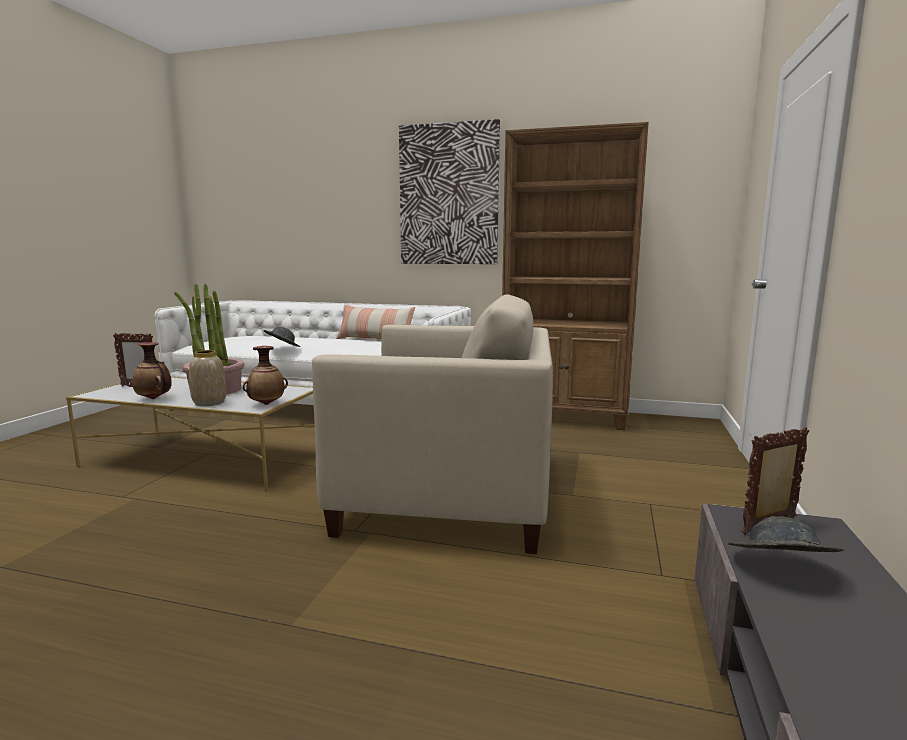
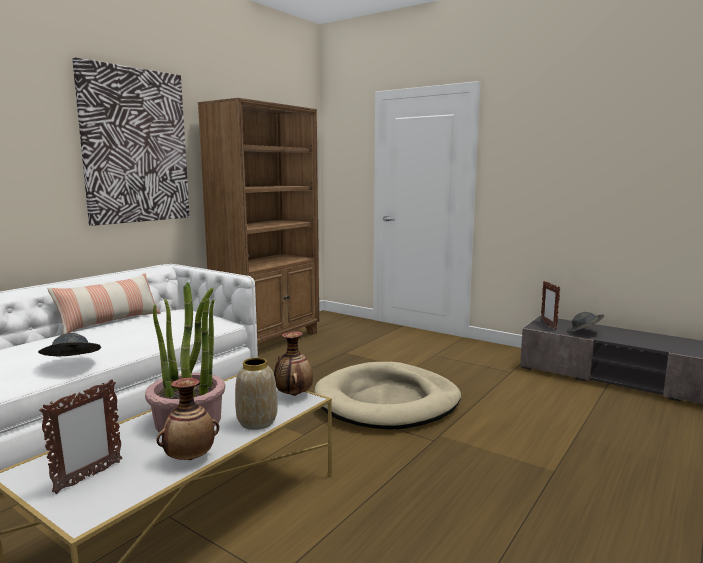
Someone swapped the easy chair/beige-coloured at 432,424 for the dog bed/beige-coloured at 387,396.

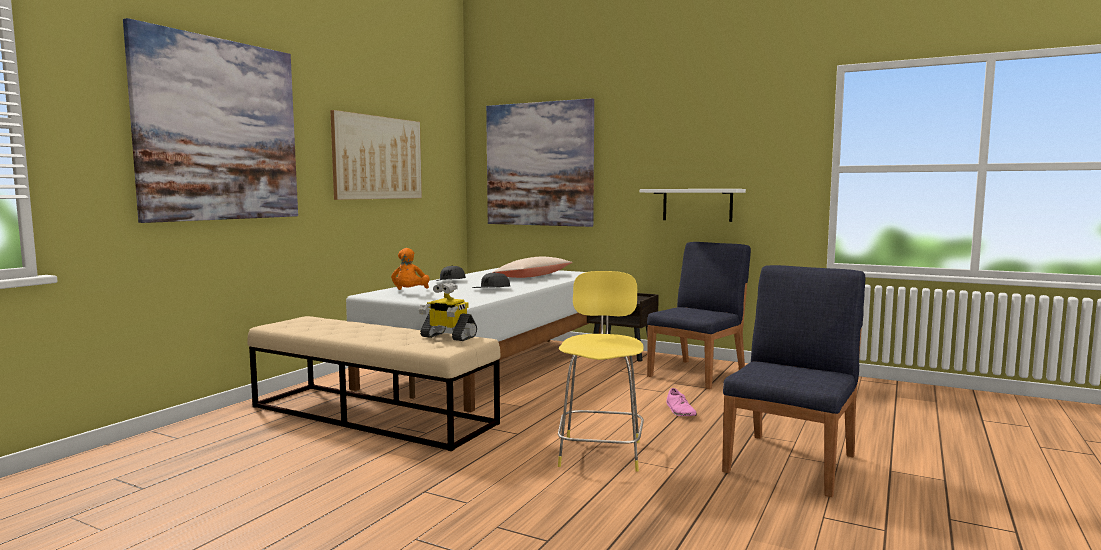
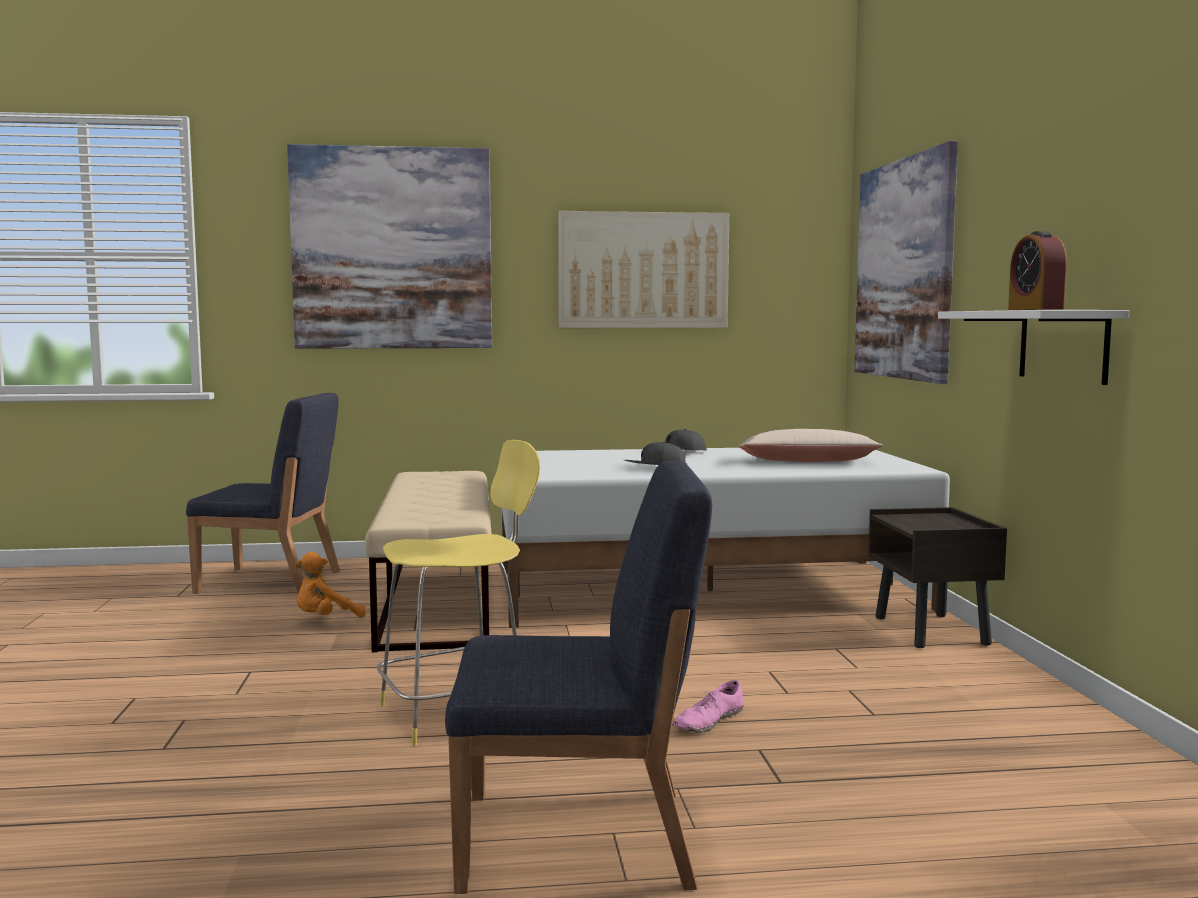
Someone carried the upright chair/blue-coloured from 699,315 to 263,493. Someone carried the cuddly toy/orangey from 410,269 to 330,585. Someone took away the model robot at 448,312. Someone put down the table clock at 1037,270.

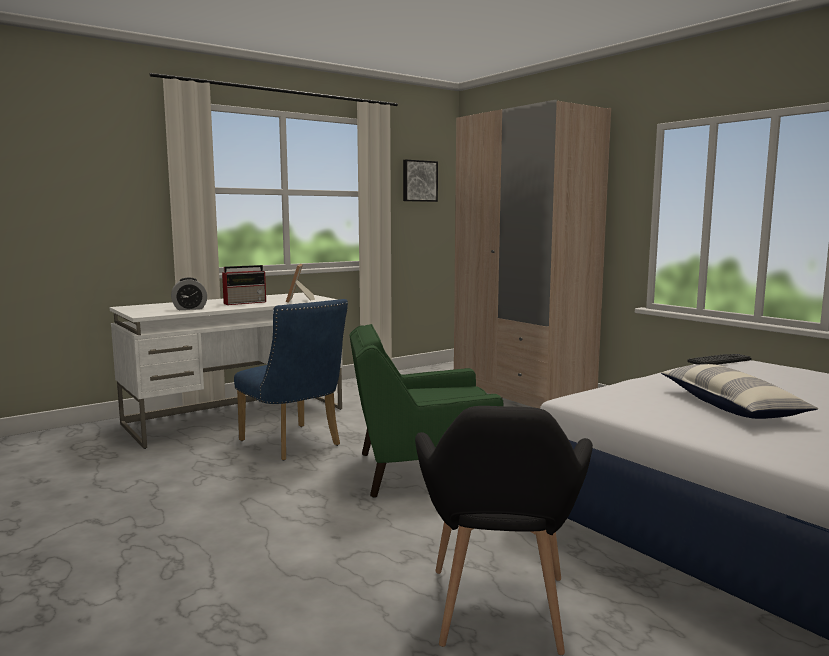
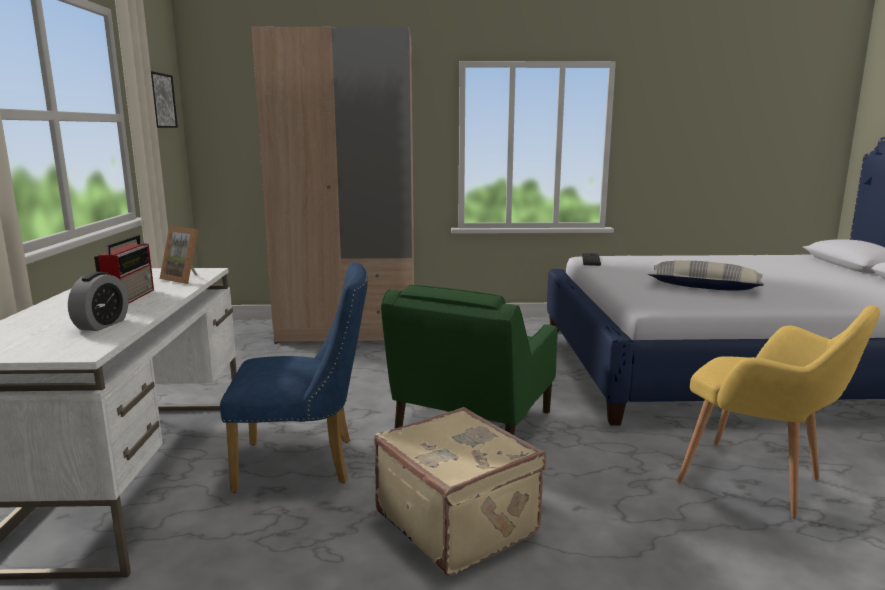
Someone repainted the easy chair/blackish at 504,530, which became the easy chair/yellow at 778,411. Someone put down the travel case/beige-coloured at 460,491.

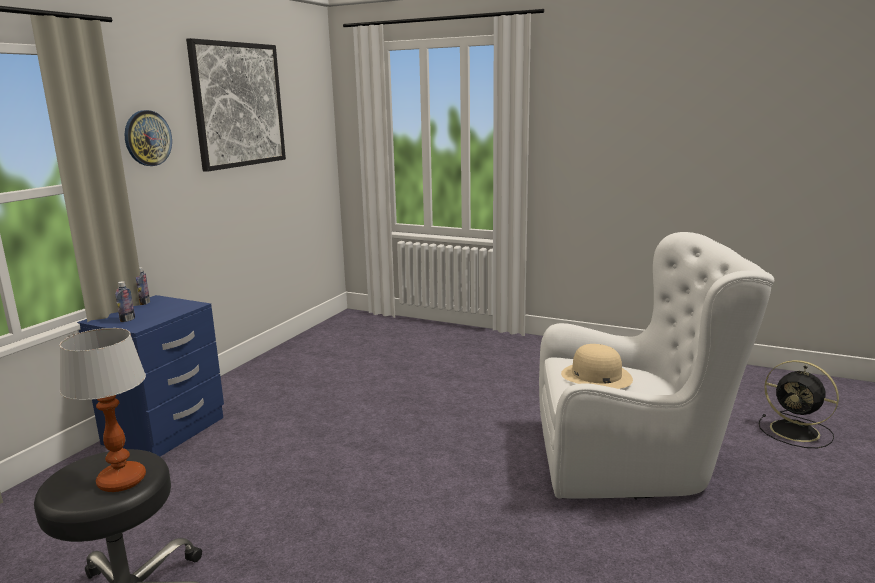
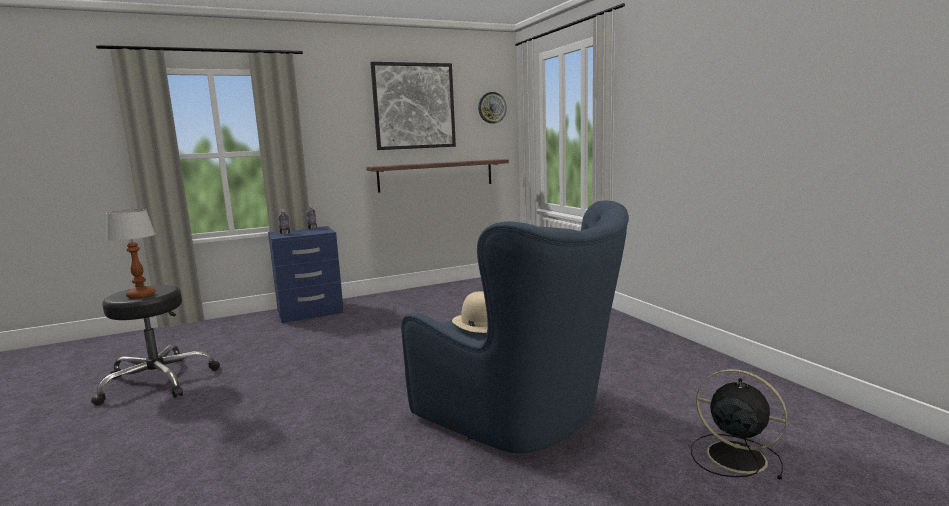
Someone carried the wall clock from 148,138 to 492,108. Someone repainted the easy chair/white at 656,366, which became the easy chair/blue-coloured at 515,326. Someone rotated the cooling fan/blackish at 799,404 by 135 degrees clockwise. Someone put up the shelf at 437,176.

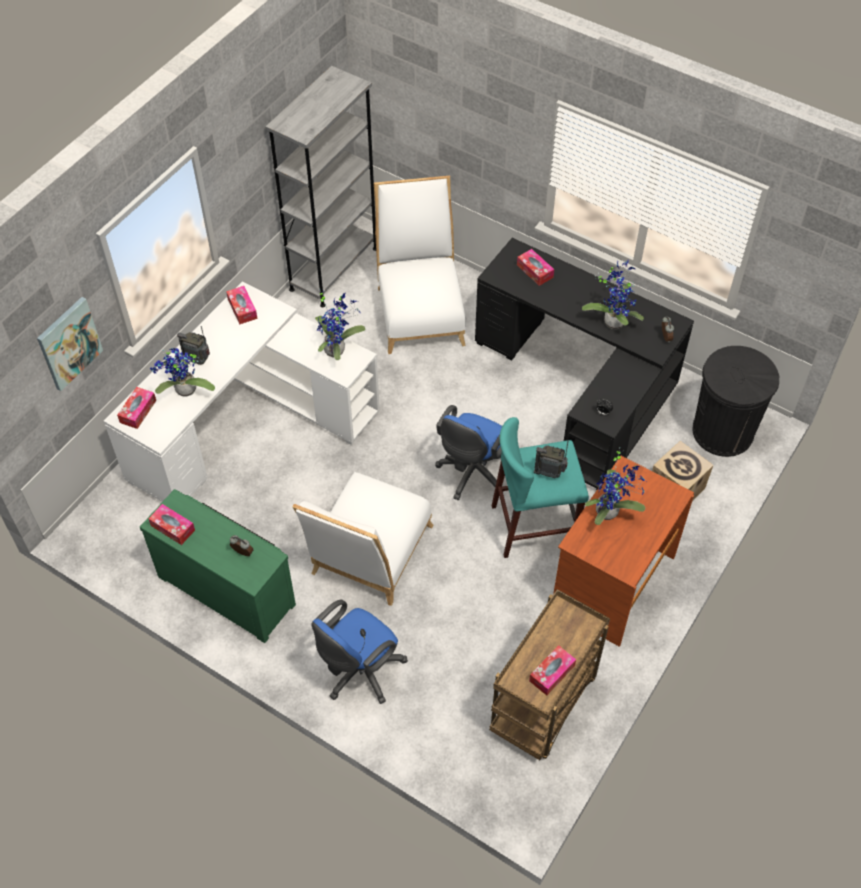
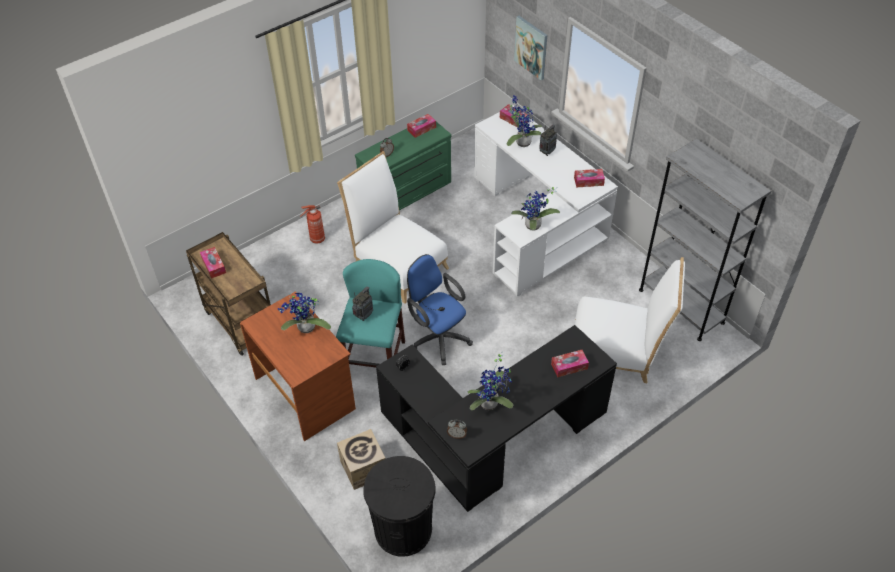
Someone swapped the computer chair/blue-coloured at 359,652 for the fire extinguisher at 312,224.

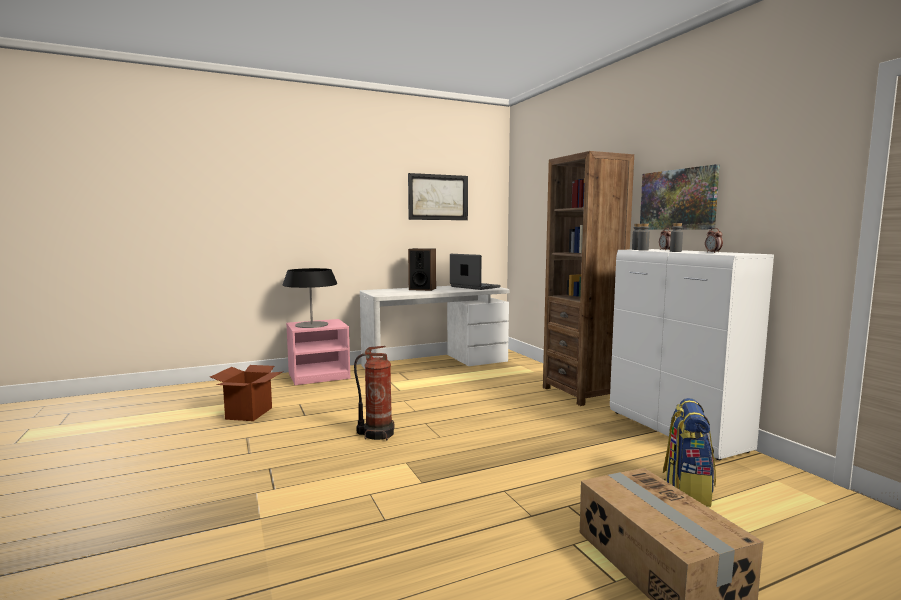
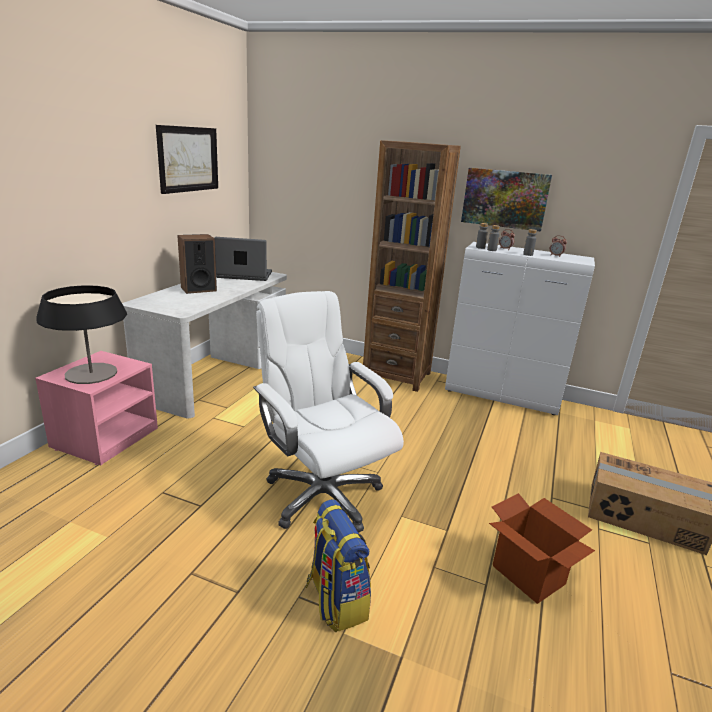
Someone swapped the fire extinguisher at 374,393 for the computer chair/white at 328,412. Someone carried the packing box from 246,393 to 542,548. Someone carried the rucksack from 689,452 to 338,565.

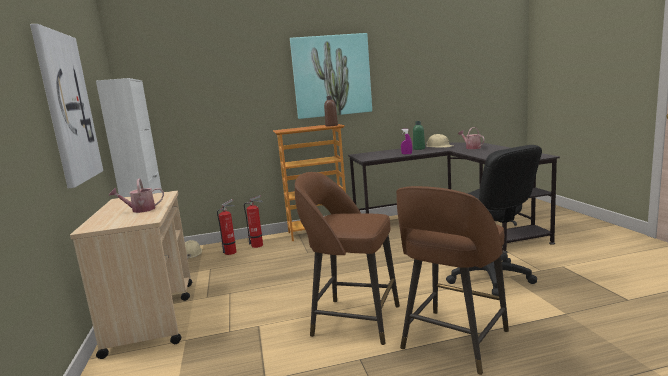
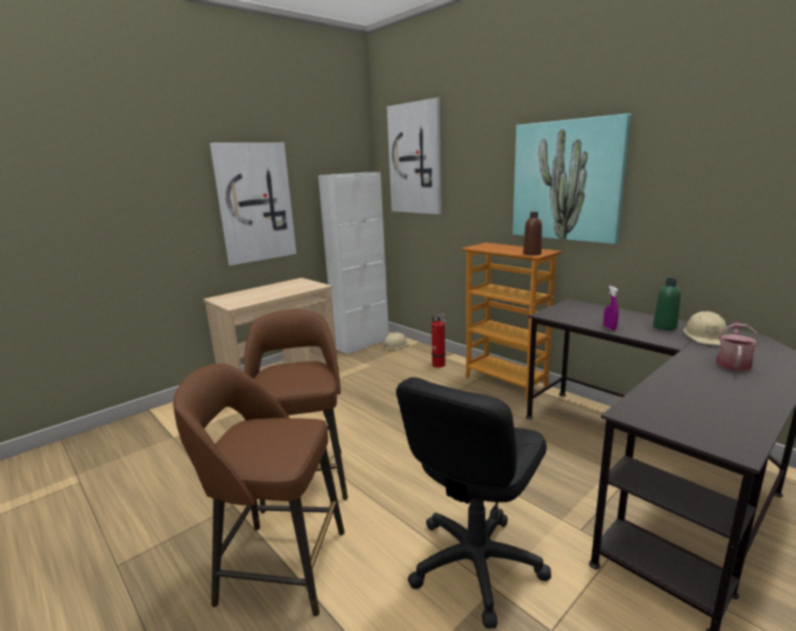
Someone took away the sprinkling can at 136,195. Someone took away the fire extinguisher at 227,227. Someone put up the wall picture at 414,156.

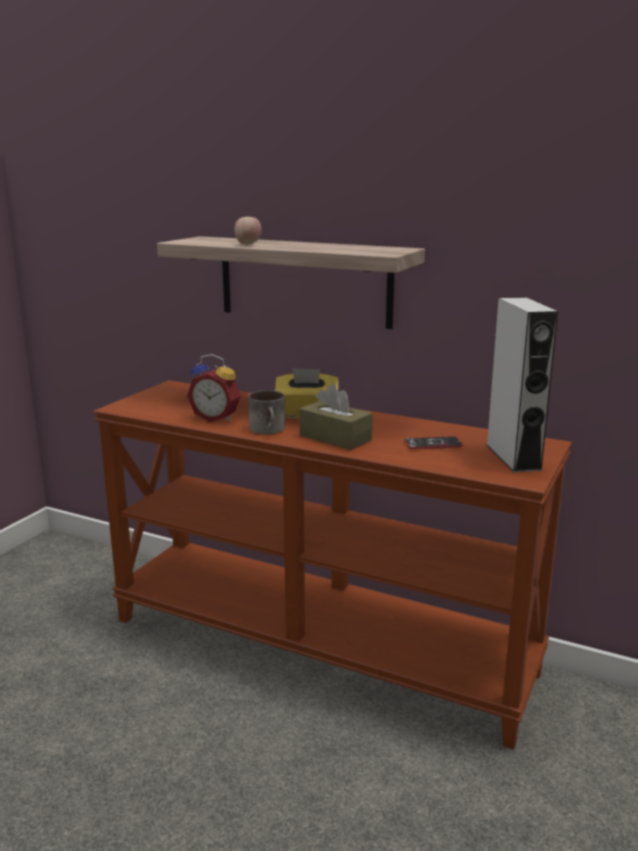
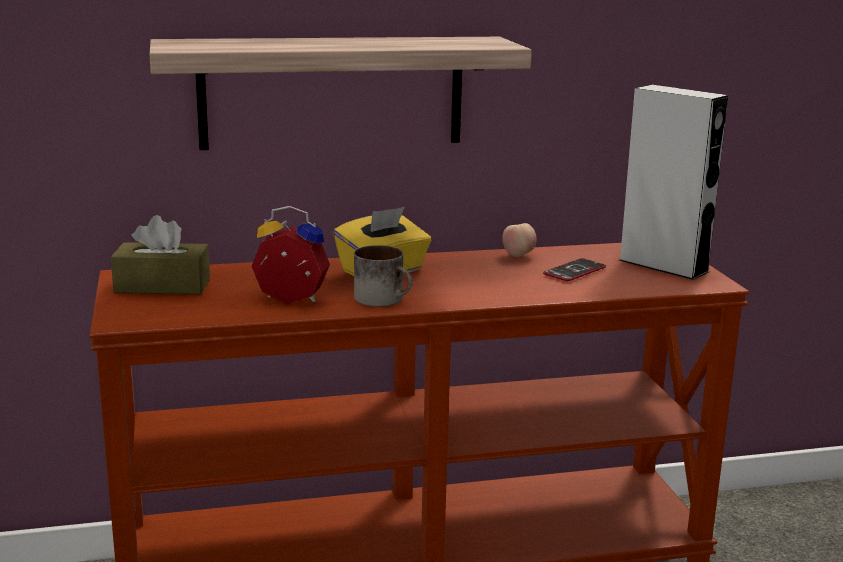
Someone carried the apple from 248,231 to 519,240. Someone rotated the table clock at 214,388 by 150 degrees counterclockwise. Someone carried the box of tissues/brown from 336,417 to 160,254.

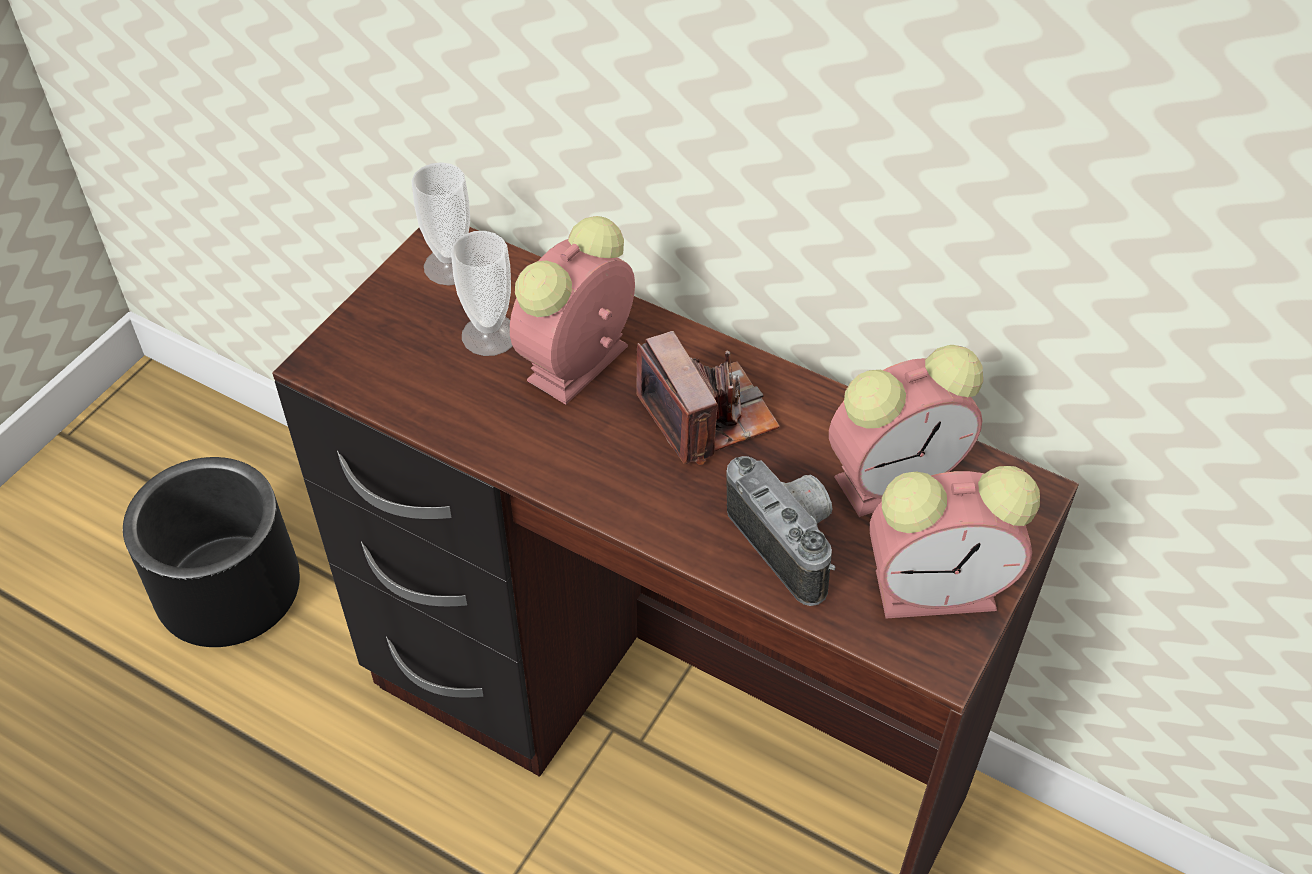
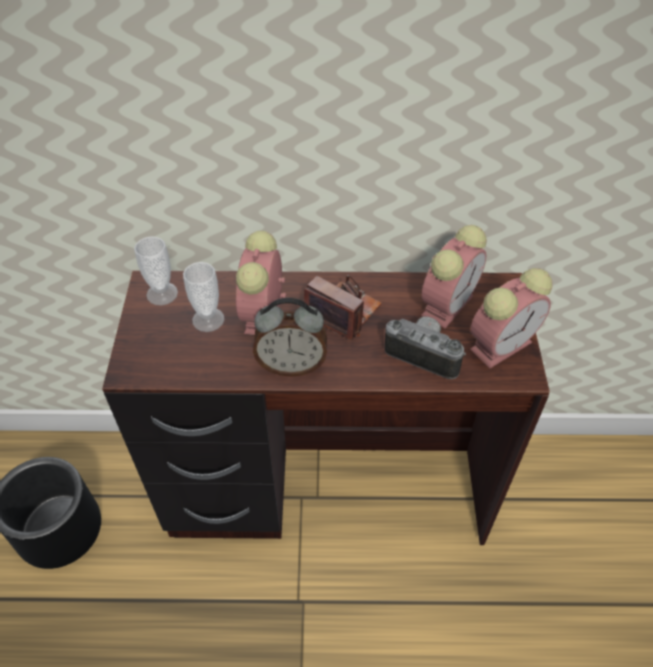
Someone put down the table clock at 290,337.

